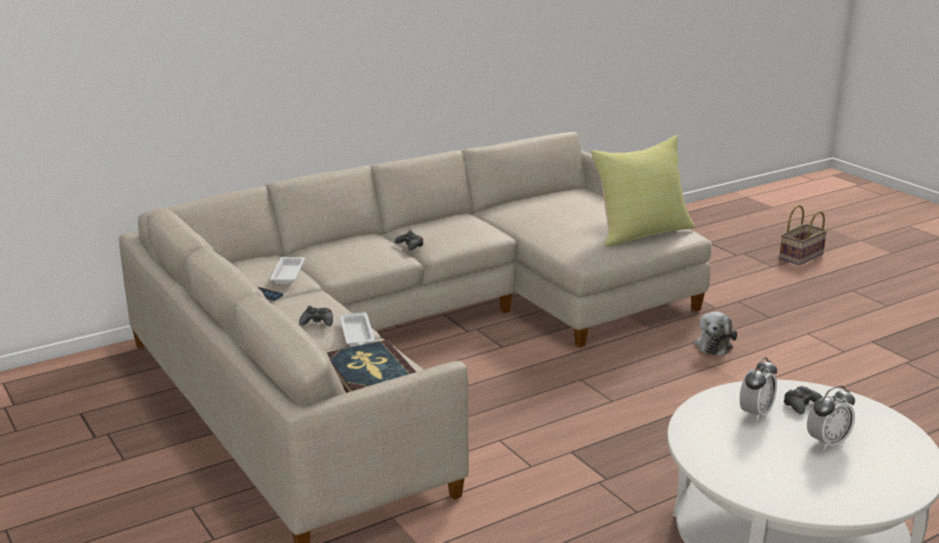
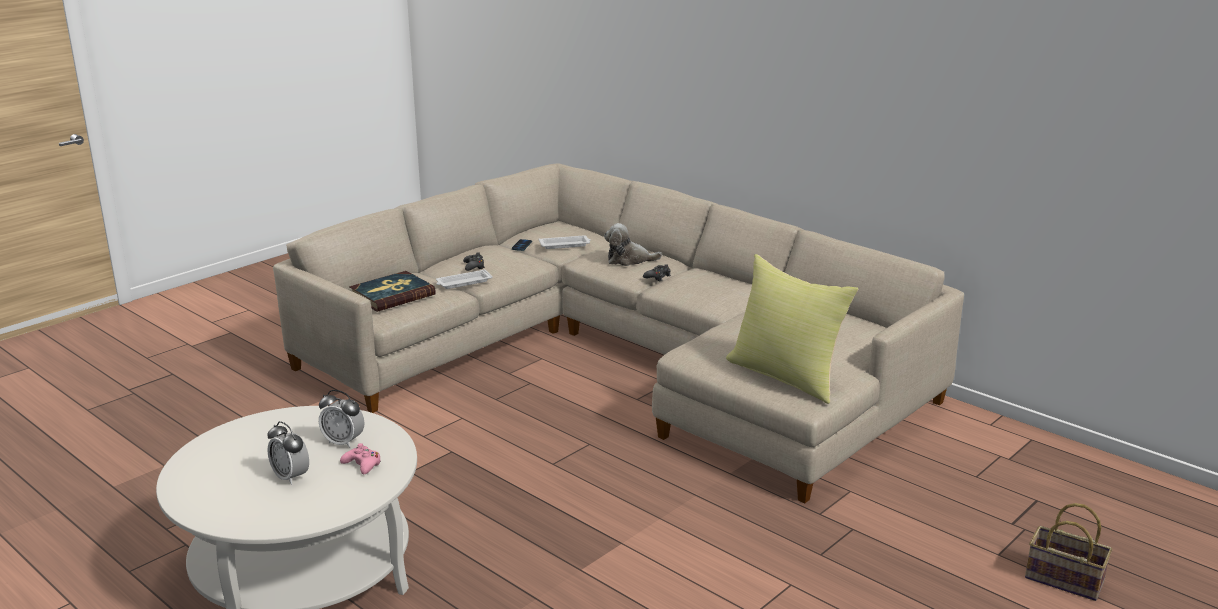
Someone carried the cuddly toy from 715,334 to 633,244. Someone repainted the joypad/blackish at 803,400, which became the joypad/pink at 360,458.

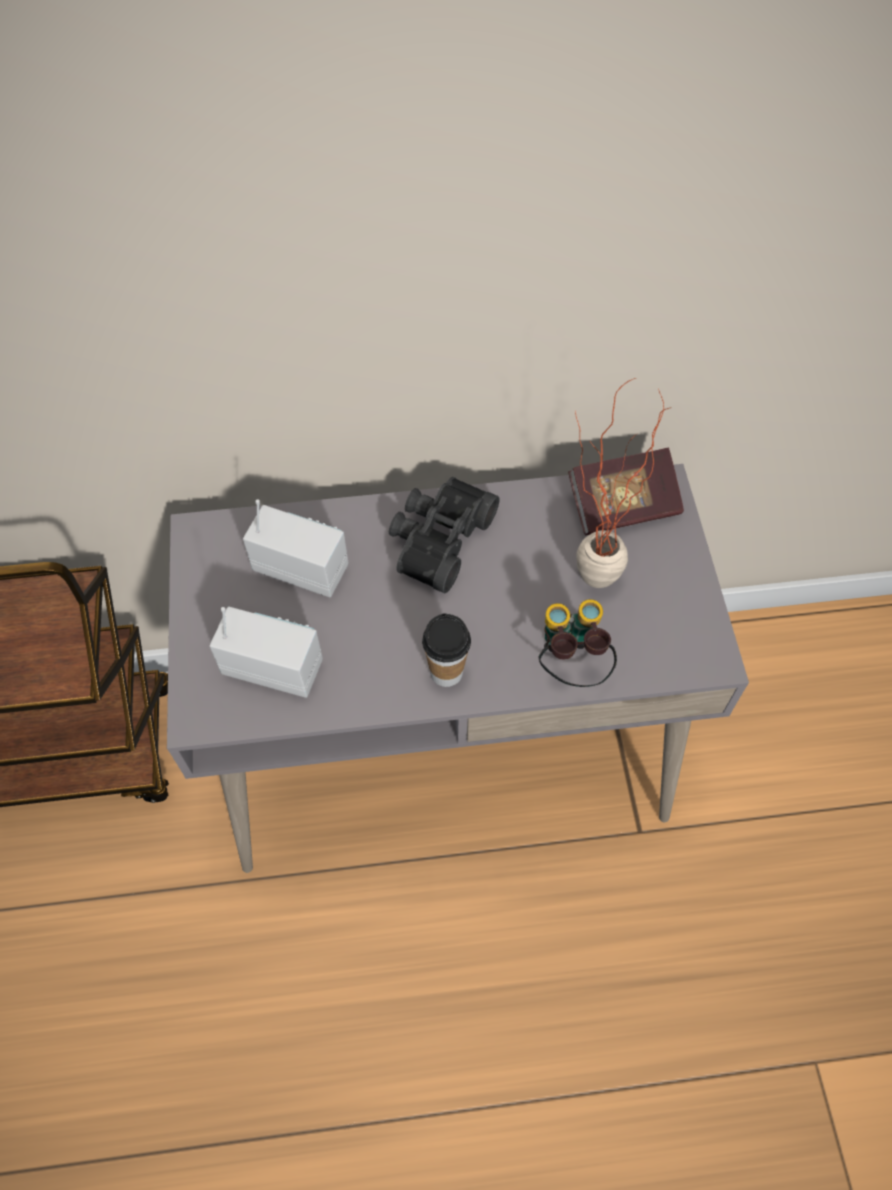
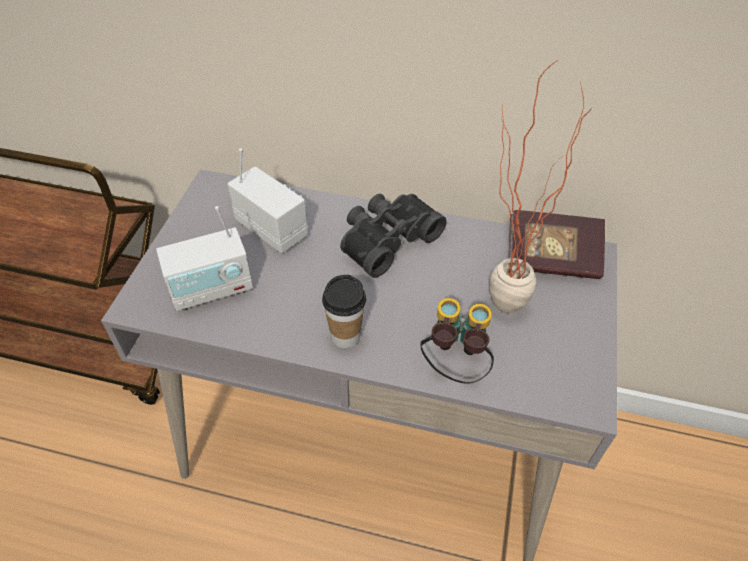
Someone rotated the radio at 266,652 by 120 degrees clockwise.

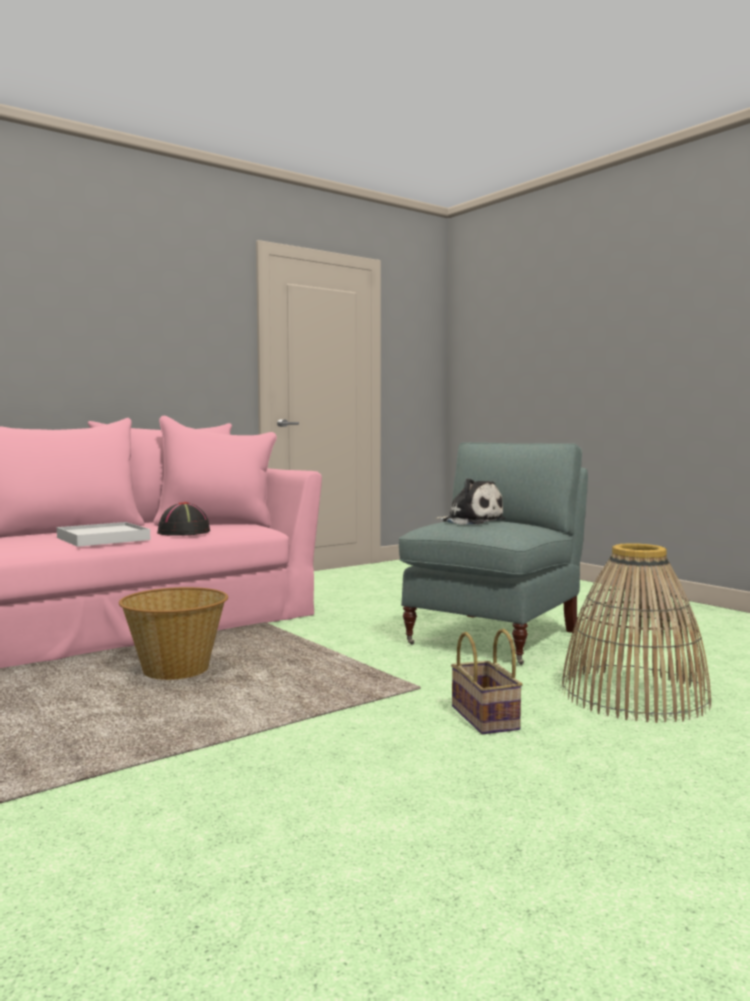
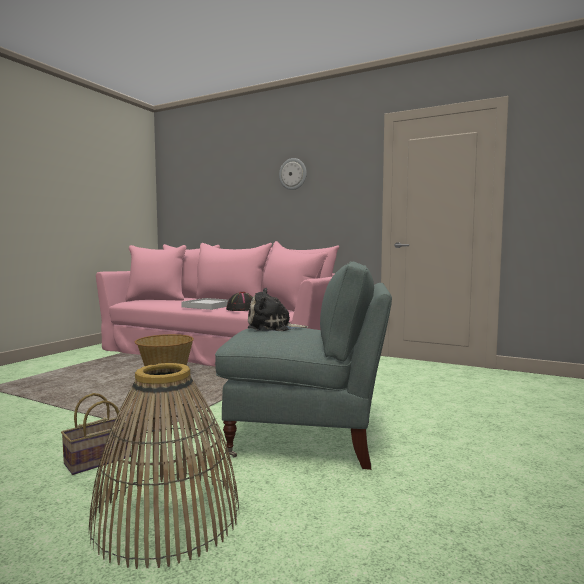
Someone rotated the cuddly toy at 470,501 by 75 degrees clockwise. Someone put up the wall clock at 293,174.

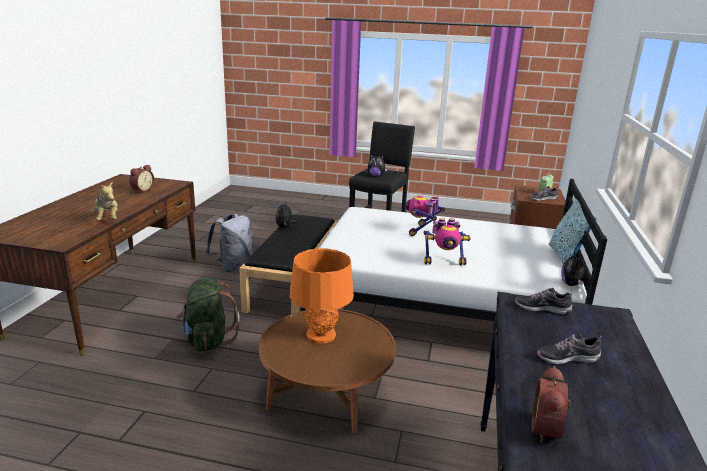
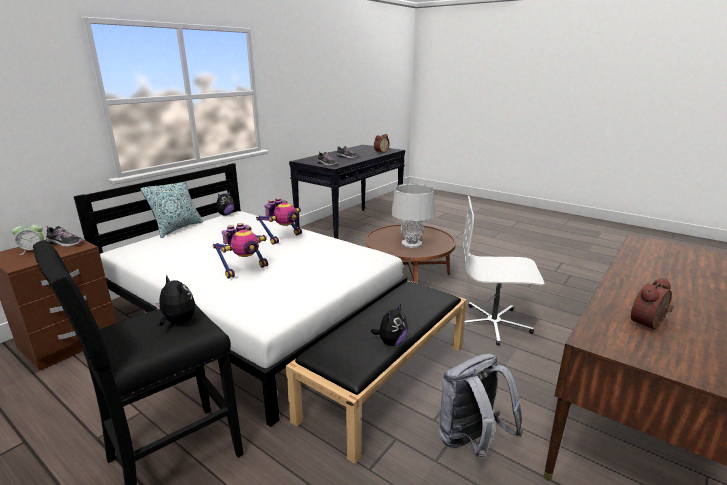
Someone took away the cuddly toy at 104,200. Someone rotated the model robot at 447,241 by 105 degrees clockwise. Someone repainted the table lamp/orangey at 322,295, which became the table lamp/greyish at 413,216. Someone swapped the rucksack/green-coloured at 208,314 for the computer chair/white at 503,270.

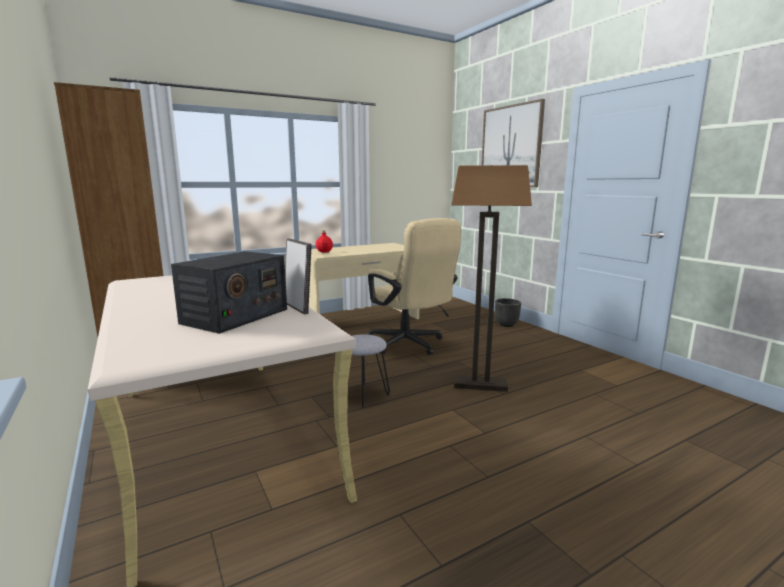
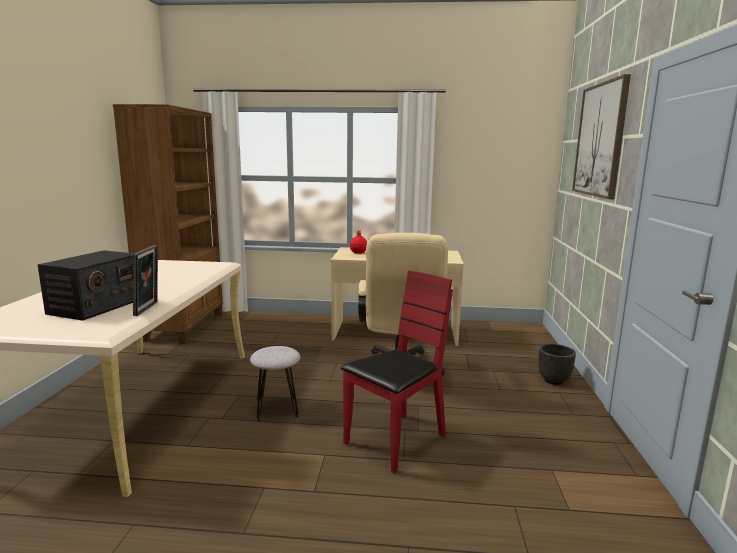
Someone swapped the floor lamp at 491,278 for the upright chair/reddish at 397,372. Someone rotated the radio at 229,292 by 45 degrees counterclockwise.

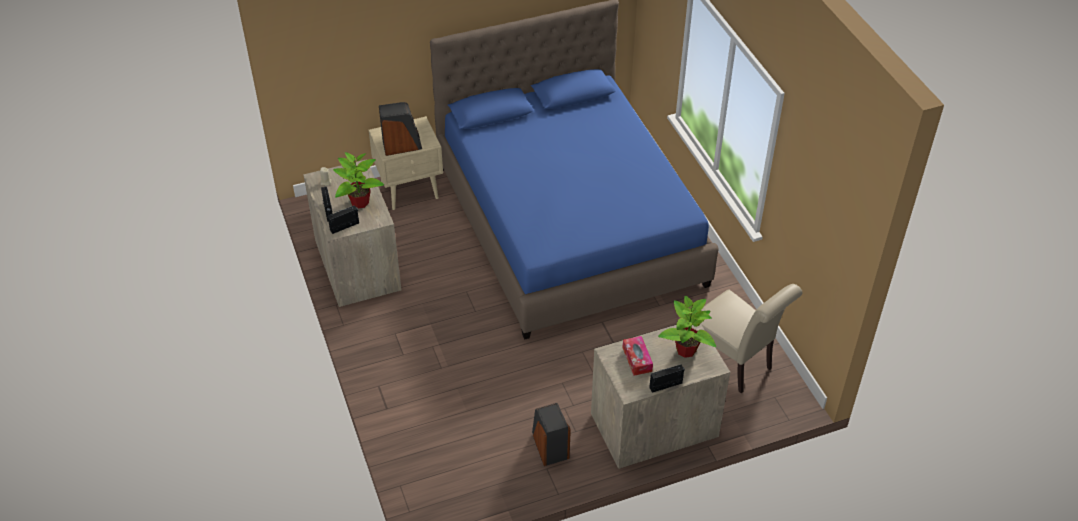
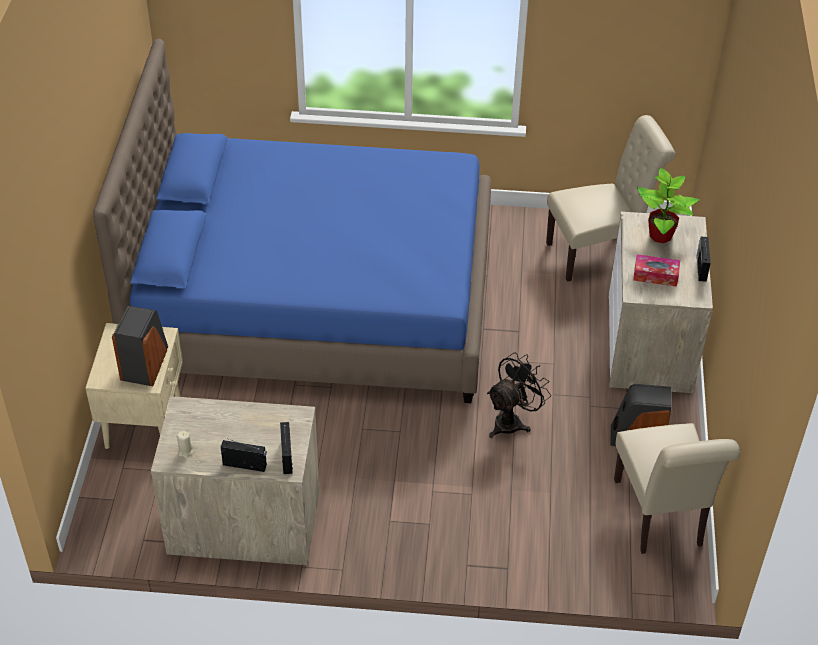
Someone took away the houseplant at 358,180. Someone put down the cooling fan/blackish at 519,395. Someone put down the upright chair/beige-coloured at 677,488.

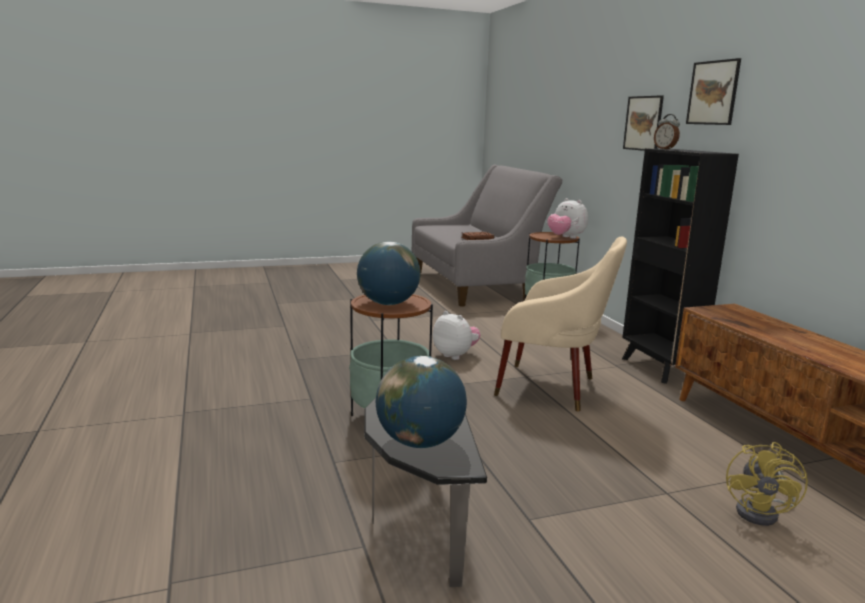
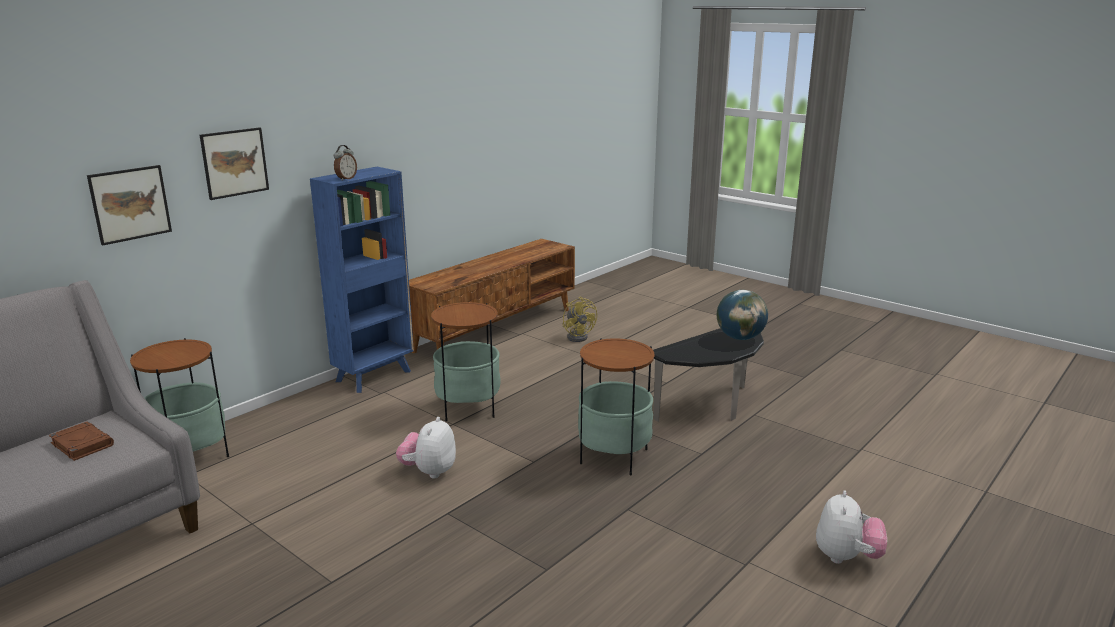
Someone carried the wall picture from 713,91 to 129,205. Someone repainted the bookshelf/blackish at 680,266, which became the bookshelf/blue-coloured at 362,280. Someone carried the cuddly toy from 567,218 to 851,527. Someone swapped the easy chair/beige-coloured at 560,324 for the accent table at 466,361. Someone took away the world globe at 388,273. Someone rotated the cooling fan/yellow at 767,484 by 75 degrees clockwise.

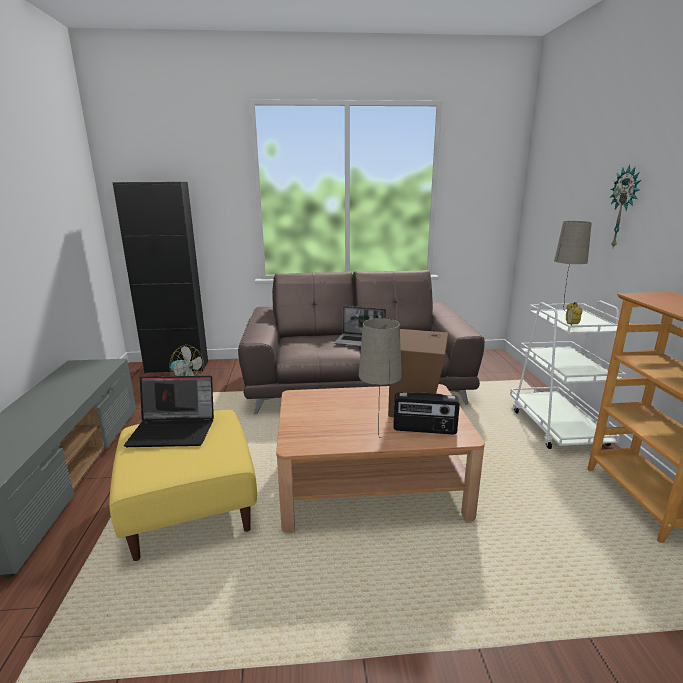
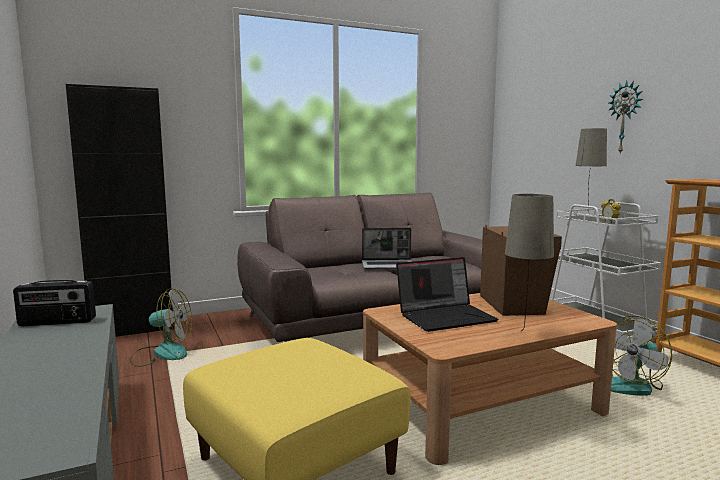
Someone carried the portable computer from 169,411 to 447,294. Someone carried the radio from 426,413 to 54,303. Someone put down the cooling fan at 641,356.

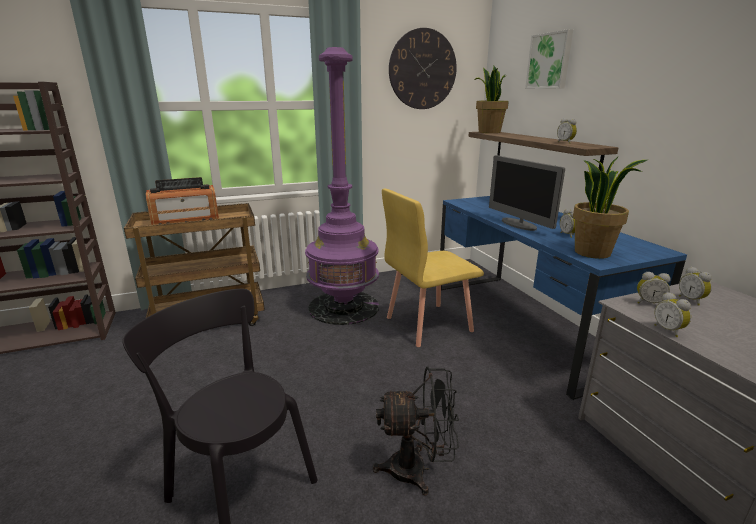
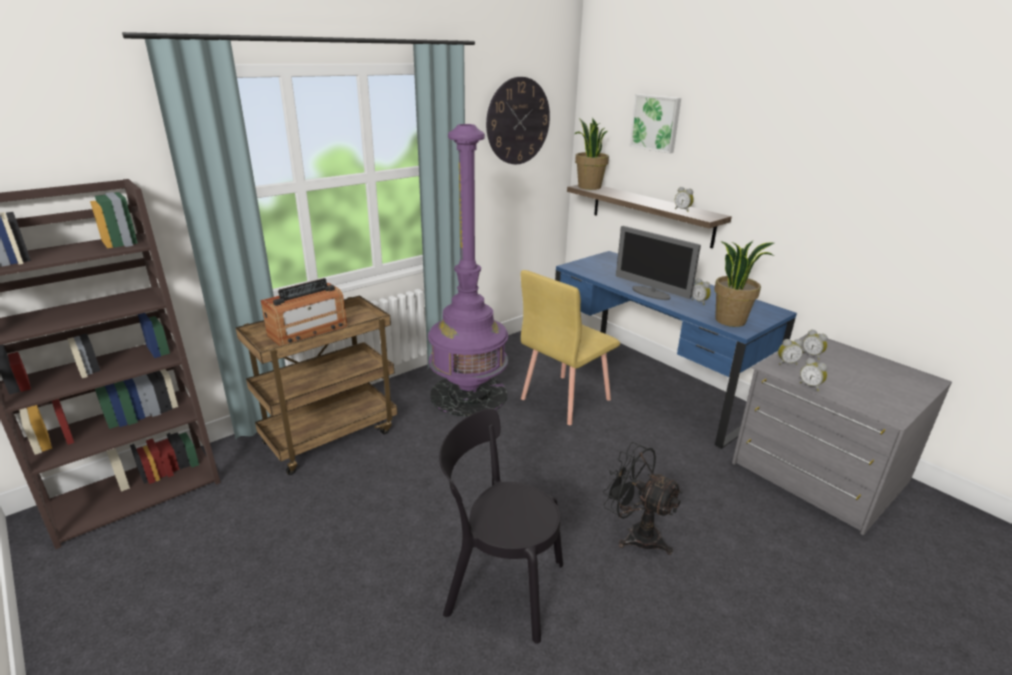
Someone rotated the cooling fan/blackish at 416,431 by 120 degrees counterclockwise.

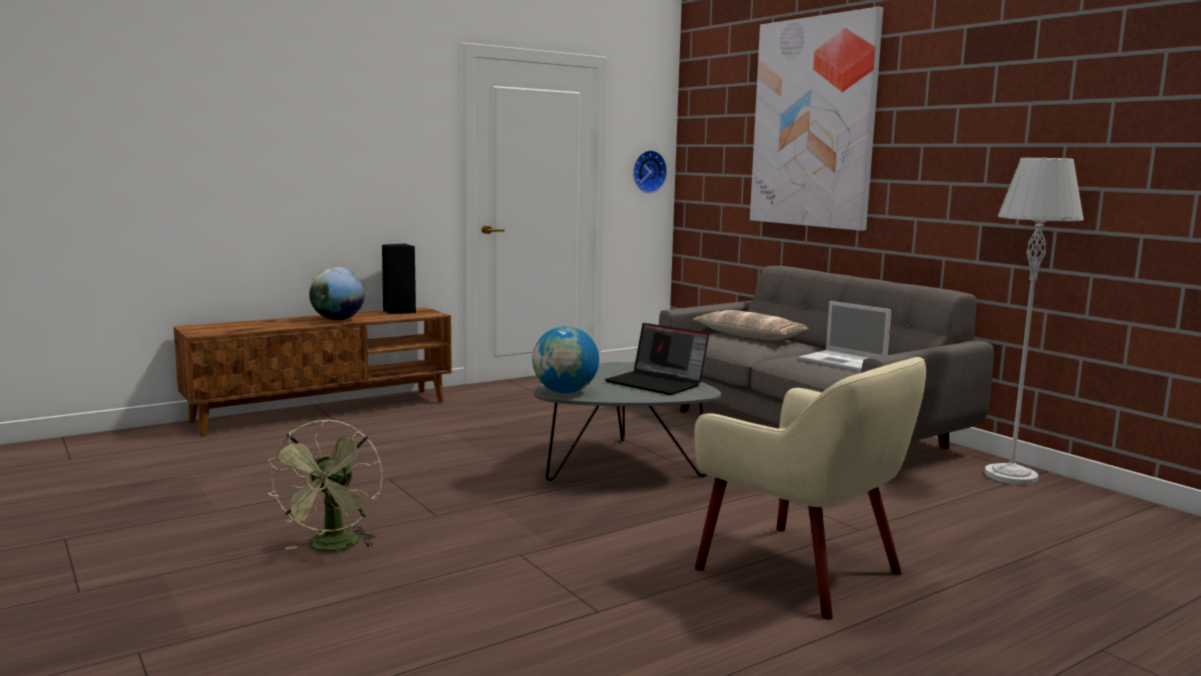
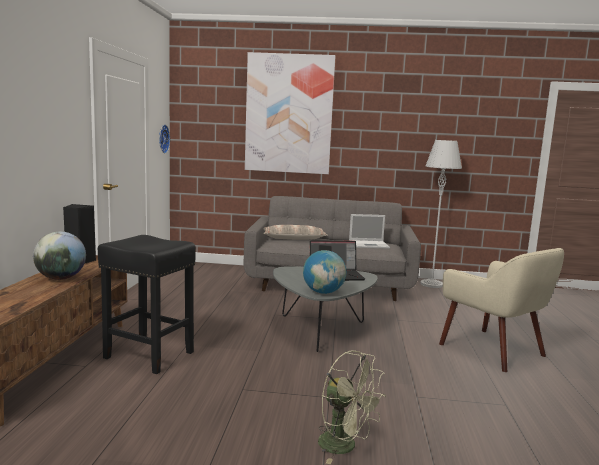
Someone rotated the easy chair/beige-coloured at 810,488 by 60 degrees clockwise. Someone put down the stool/blackish at 147,304.

